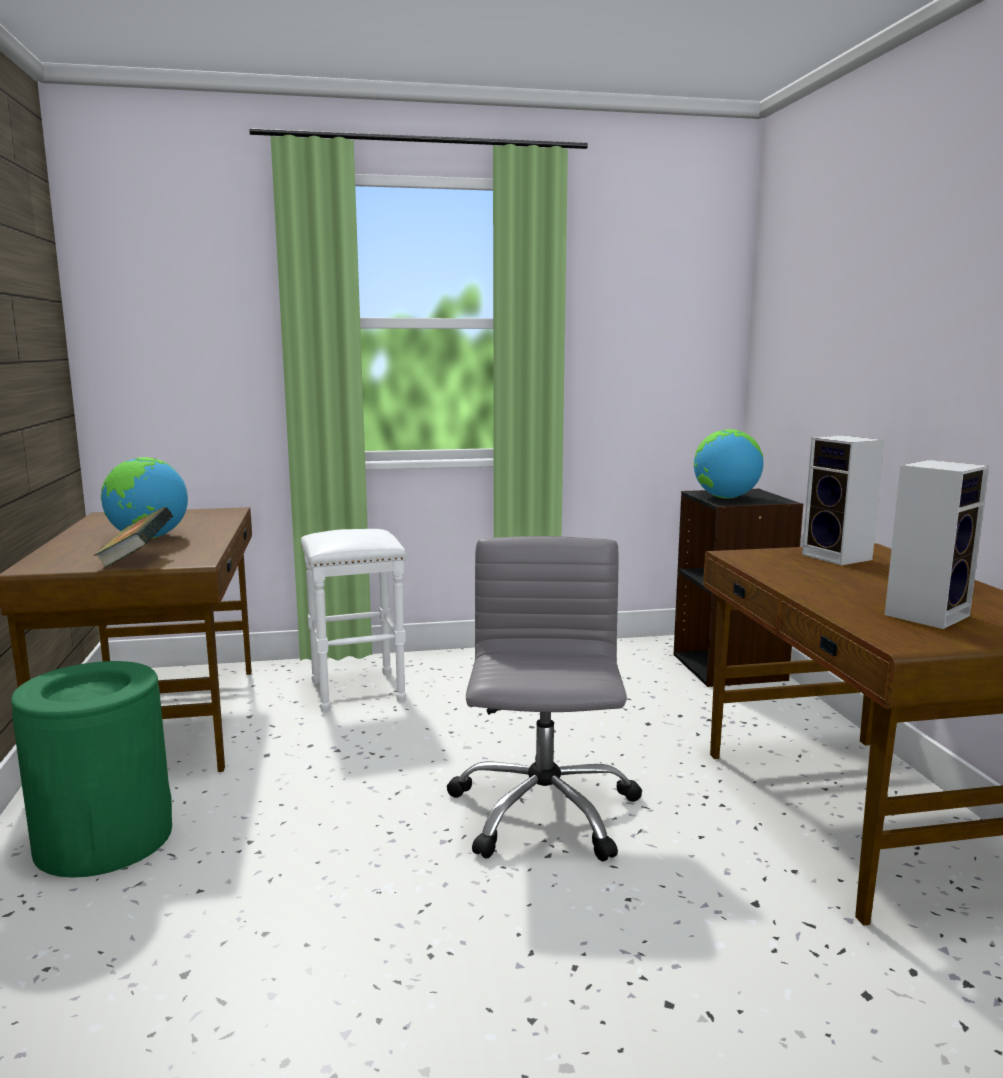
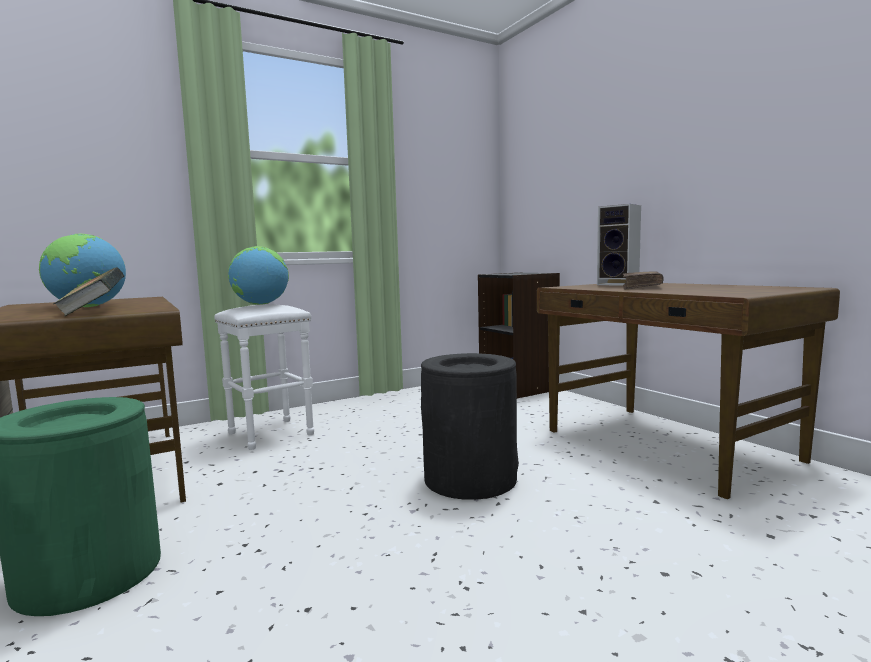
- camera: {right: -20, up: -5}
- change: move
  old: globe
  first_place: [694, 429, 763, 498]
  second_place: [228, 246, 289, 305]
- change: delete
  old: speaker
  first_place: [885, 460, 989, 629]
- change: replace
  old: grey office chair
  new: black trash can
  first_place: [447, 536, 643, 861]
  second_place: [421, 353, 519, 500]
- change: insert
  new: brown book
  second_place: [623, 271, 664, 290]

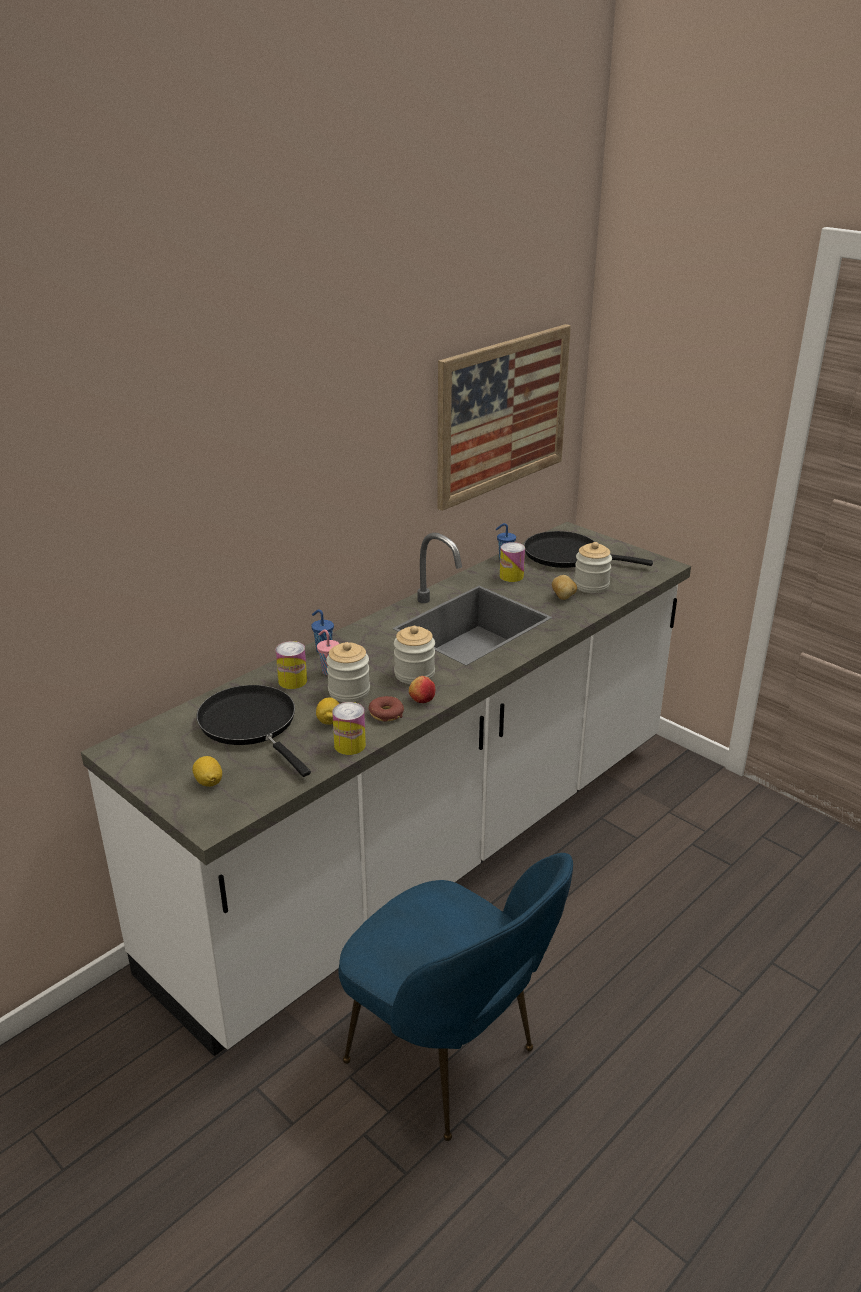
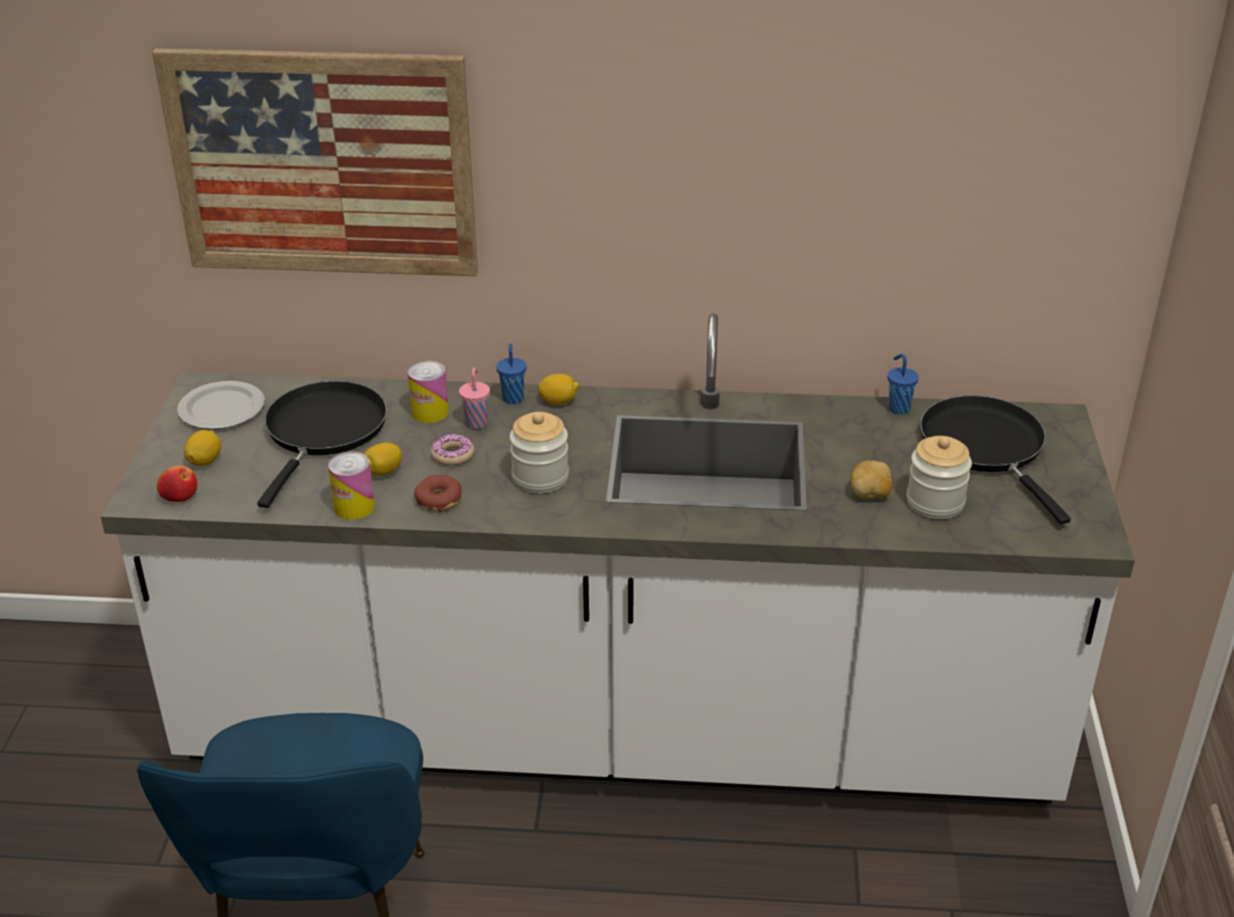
- camera: {right: 50, up: 5}
- change: move
  old: picture
  first_place: [437, 324, 571, 511]
  second_place: [152, 48, 478, 276]
- change: delete
  old: can
  first_place: [500, 542, 525, 582]
- change: replace
  old: jar
  new: donut
  first_place: [326, 642, 370, 702]
  second_place: [431, 434, 474, 466]
- change: move
  old: apple
  first_place: [409, 676, 435, 703]
  second_place: [157, 465, 197, 502]
- change: insert
  new: lemon
  second_place: [538, 374, 579, 405]
- change: insert
  new: plate
  second_place: [177, 381, 265, 430]

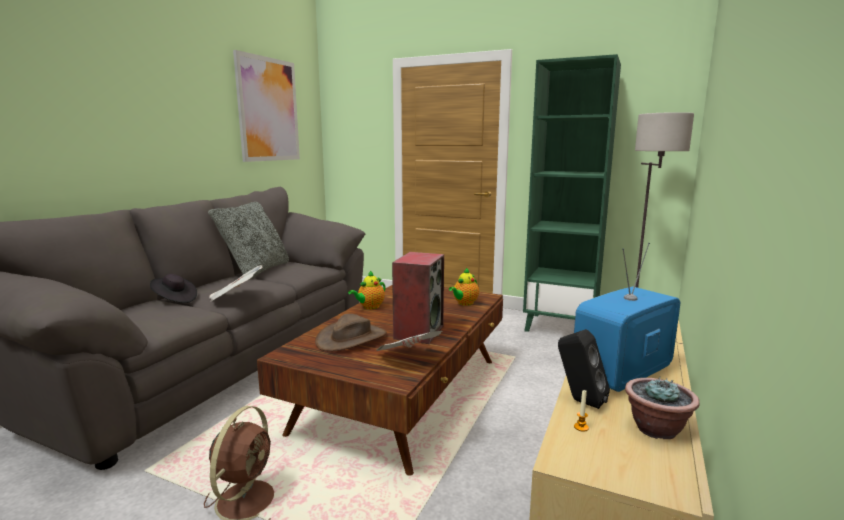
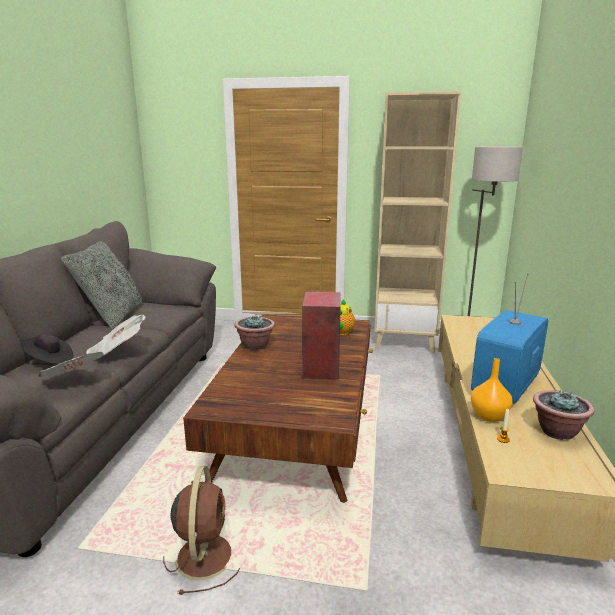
- camera: {right: -15, up: 5}
- change: delete
  old: picture
  first_place: [233, 50, 300, 162]
- change: recolor
  old: green bookcase
  new: beige bookcase
  first_place: [523, 54, 621, 332]
  second_place: [374, 91, 461, 353]
- change: replace
  old: teapot
  new: potted plant
  first_place: [348, 271, 386, 309]
  second_place: [234, 314, 275, 350]
- change: delete
  old: brown hat
  first_place: [315, 314, 387, 351]
- change: replace
  old: black speaker
  new: orange vase
  first_place: [558, 329, 610, 409]
  second_place: [471, 358, 513, 422]
- change: move
  old: newspaper
  first_place: [377, 331, 442, 351]
  second_place: [37, 352, 104, 378]

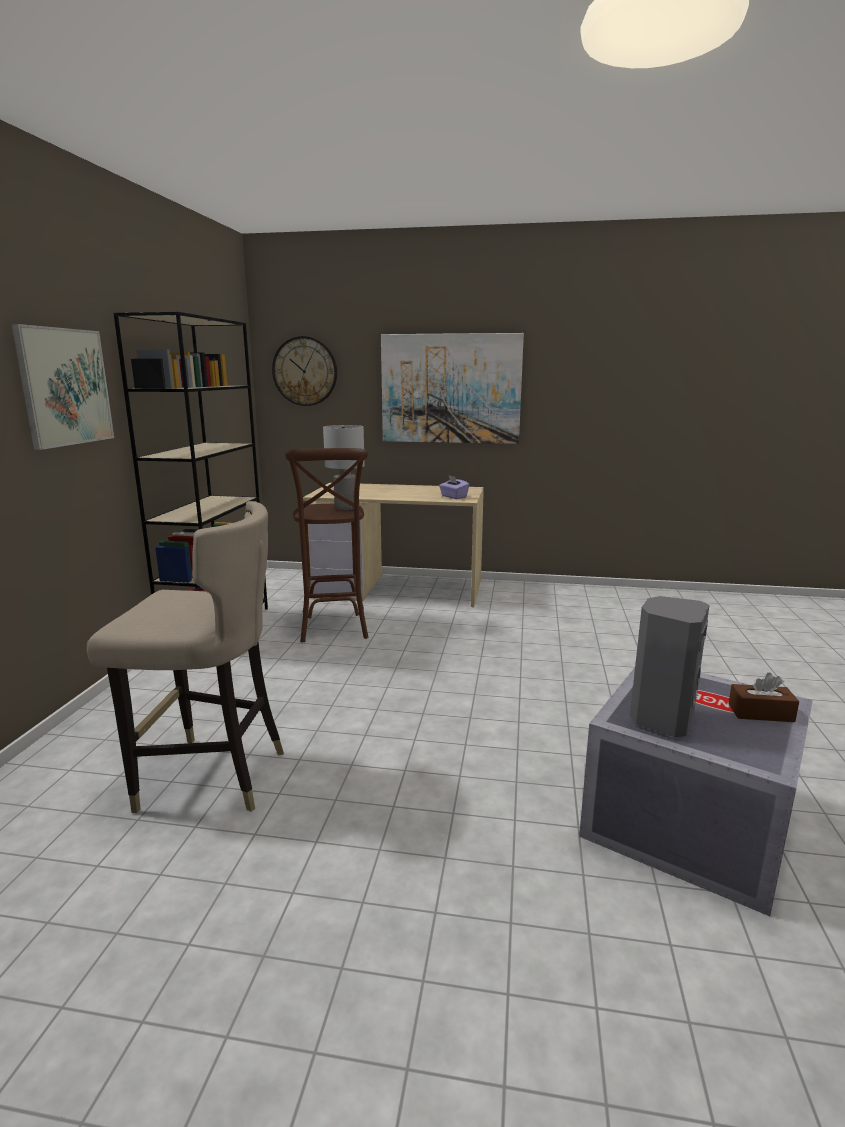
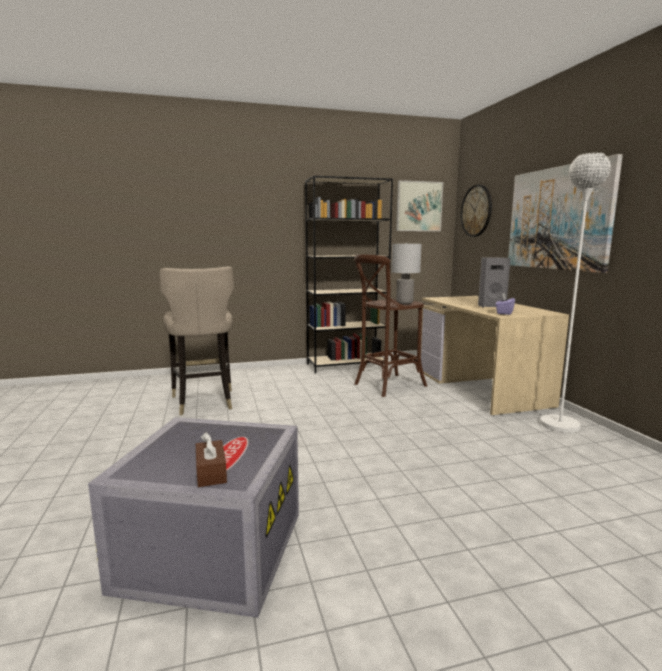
- camera: {right: 65, up: -5}
- change: move
  old: picture
  first_place: [11, 324, 114, 450]
  second_place: [396, 180, 443, 231]
- change: move
  old: grey speaker
  first_place: [630, 596, 709, 737]
  second_place: [478, 257, 511, 308]
- change: insert
  new: white floor lamp
  second_place: [540, 153, 611, 433]

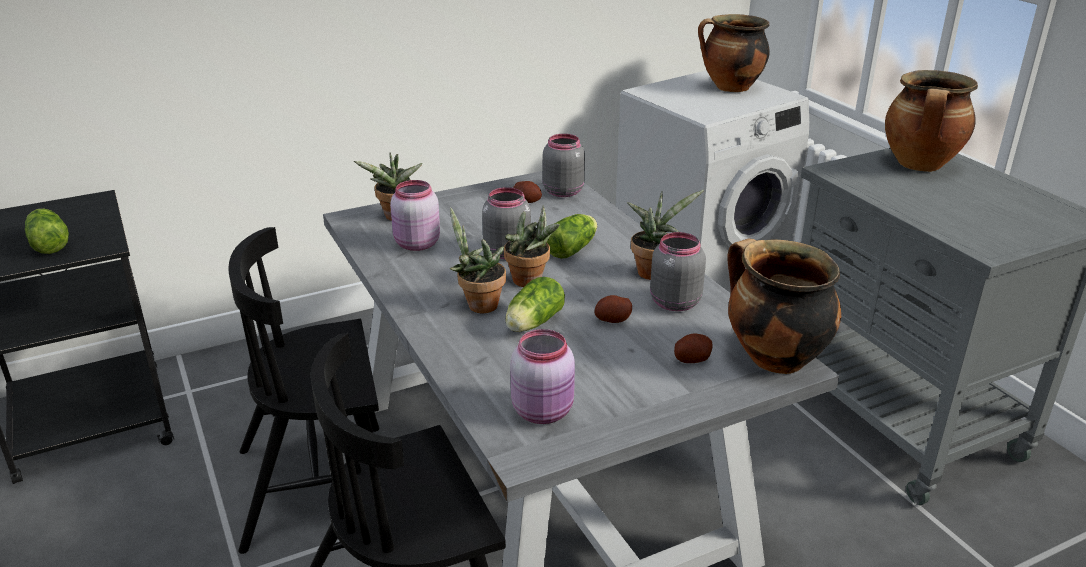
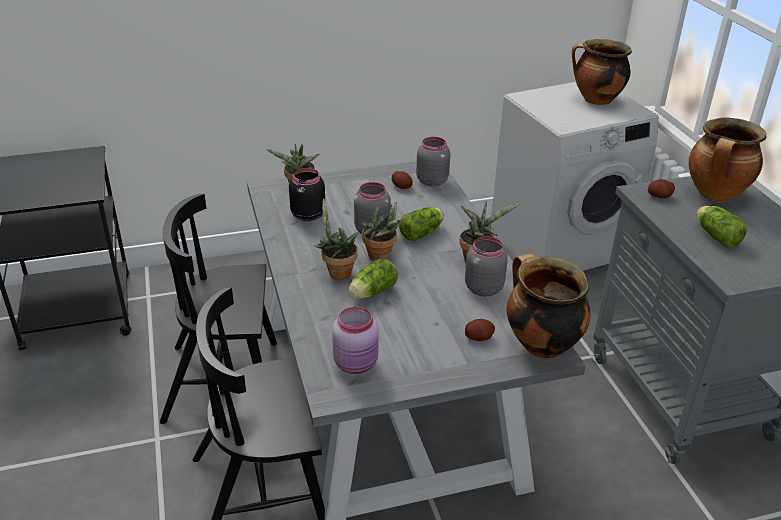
- camera: {right: 10, up: 5}
- change: recolor
  old: pink jar
  new: black jar
  first_place: [390, 180, 440, 251]
  second_place: [289, 168, 325, 221]
- change: move
  old: lettuce
  first_place: [25, 209, 69, 254]
  second_place: [696, 206, 747, 247]
- change: move
  old: potato
  first_place: [594, 295, 632, 323]
  second_place: [648, 179, 675, 198]

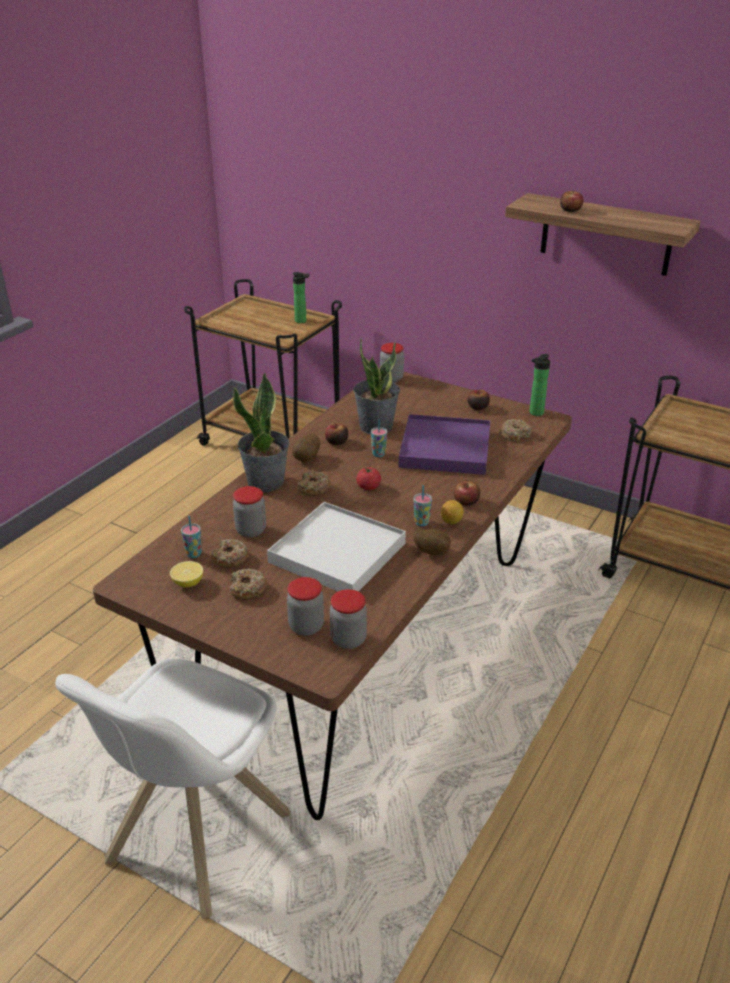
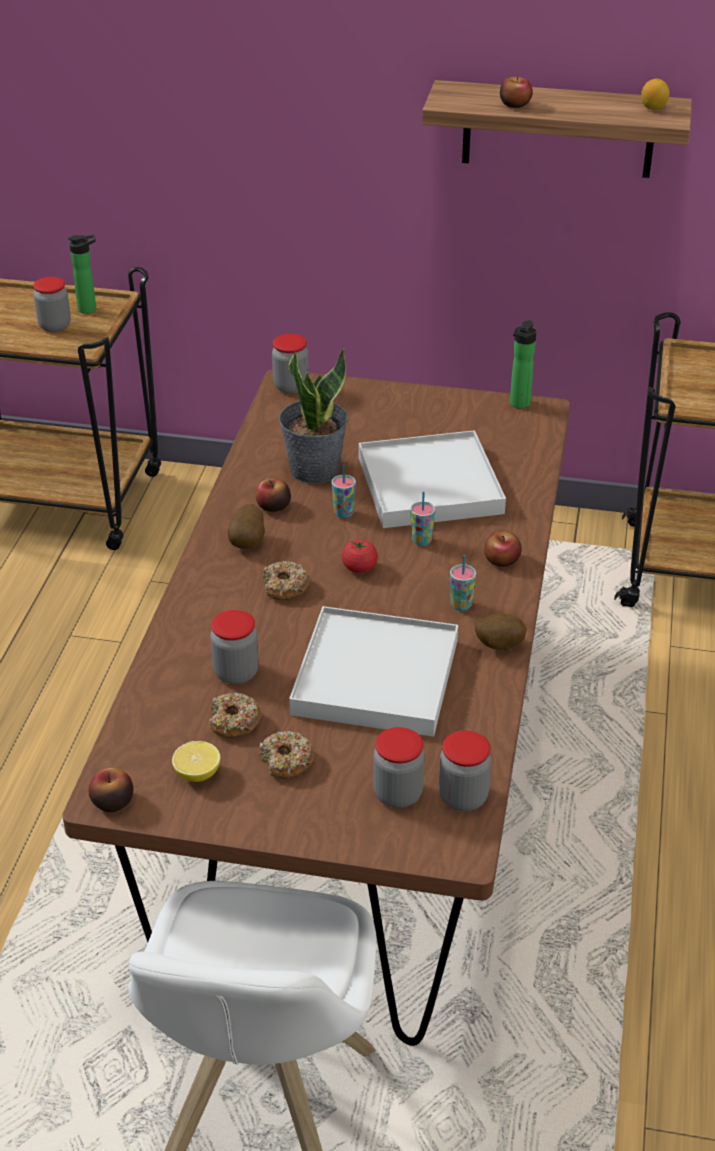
- camera: {right: -20, up: 5}
- change: delete
  old: potted plant
  first_place: [233, 372, 290, 492]
- change: move
  old: apple
  first_place: [467, 389, 490, 410]
  second_place: [89, 768, 133, 812]
- change: recolor
  old: purple tray
  new: white tray
  first_place: [398, 414, 490, 475]
  second_place: [359, 430, 506, 528]
- change: delete
  old: donut
  first_place: [501, 419, 532, 442]
- change: move
  old: lemon
  first_place: [441, 500, 464, 524]
  second_place: [641, 79, 670, 110]
- change: move
  old: cup
  first_place: [181, 516, 202, 558]
  second_place: [410, 492, 435, 546]
- change: insert
  new: jar
  second_place: [33, 277, 71, 332]

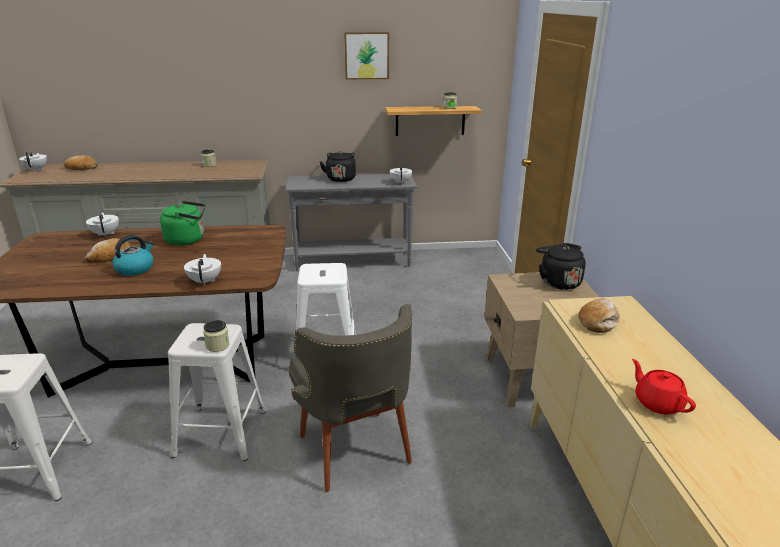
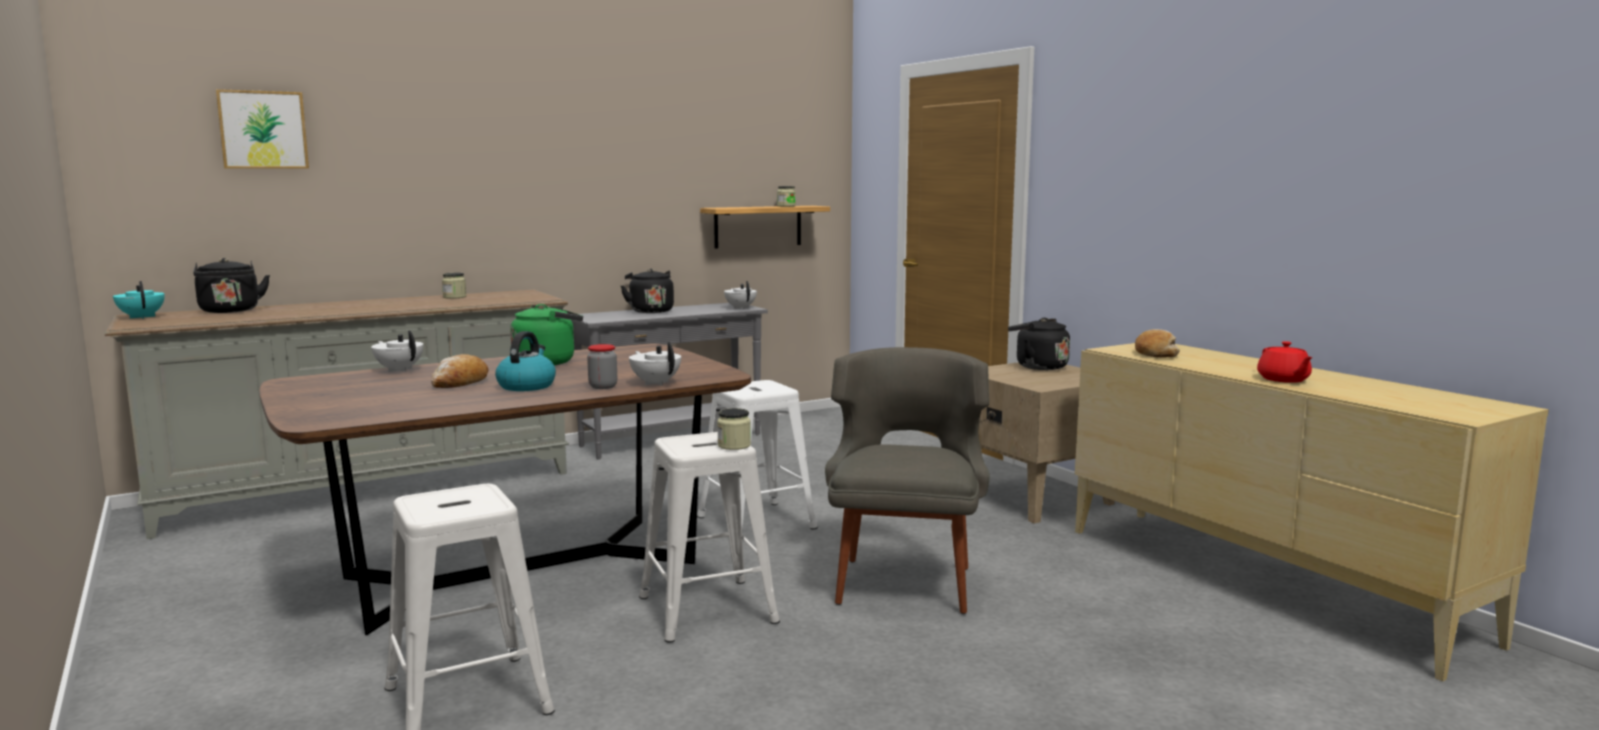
- camera: {right: -25, up: -15}
- change: move
  old: picture
  first_place: [344, 32, 389, 79]
  second_place: [216, 89, 309, 169]
- change: recolor
  old: white teapot
  new: turquoise teapot
  first_place: [19, 152, 47, 171]
  second_place: [113, 281, 165, 319]
- change: replace
  old: bread
  new: black kettle
  first_place: [64, 156, 98, 170]
  second_place: [193, 258, 270, 313]
- change: rotate
  old: grey chair
  first_place: [289, 304, 412, 492]
  second_place: [825, 347, 990, 614]
  degrees: -120
- change: rotate
  old: red teapot
  first_place: [632, 359, 696, 414]
  second_place: [1257, 341, 1313, 383]
  degrees: -135
- change: insert
  new: jar
  second_place: [587, 344, 617, 389]

